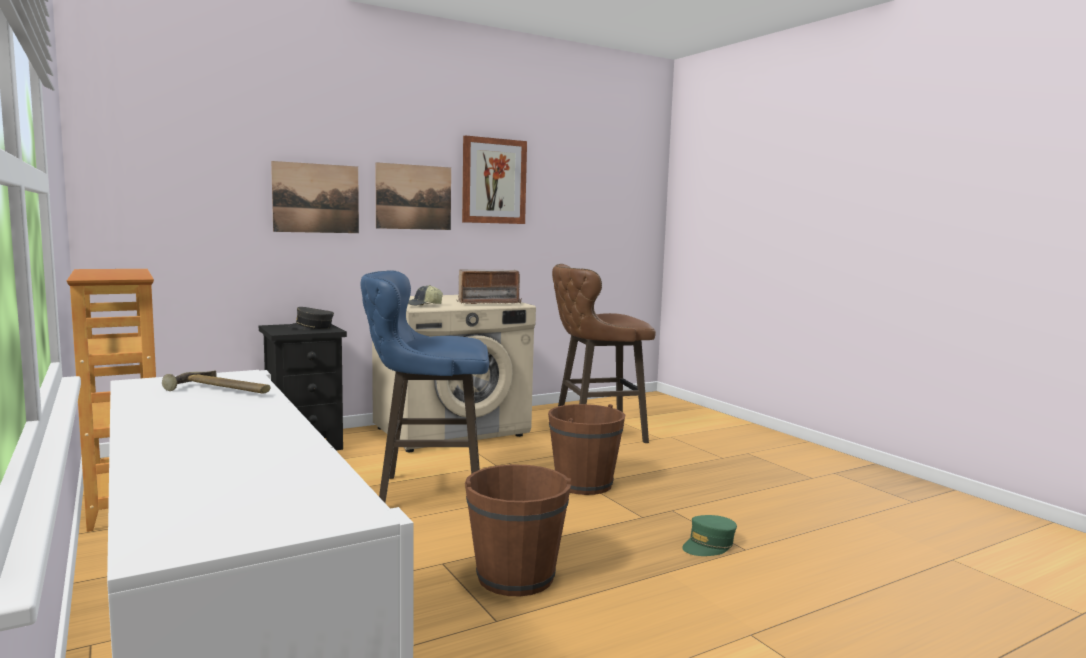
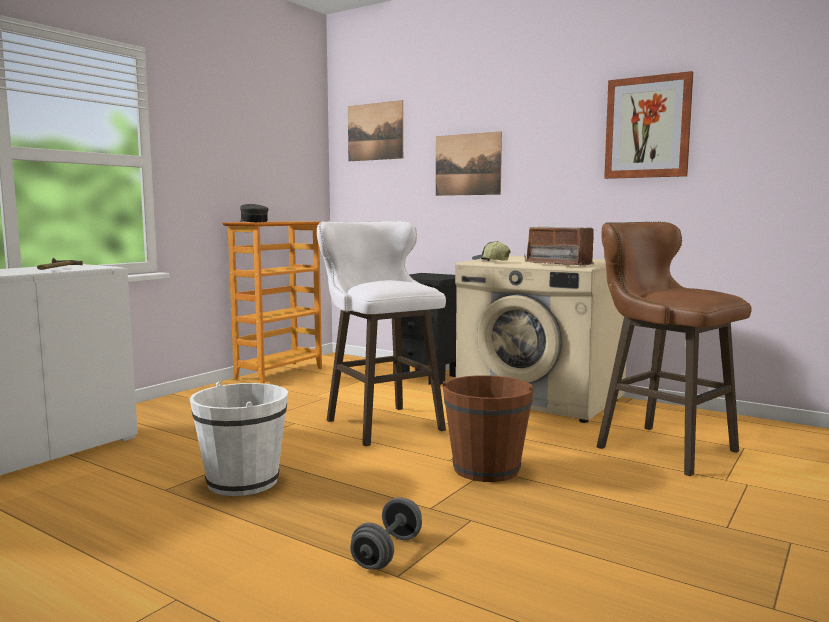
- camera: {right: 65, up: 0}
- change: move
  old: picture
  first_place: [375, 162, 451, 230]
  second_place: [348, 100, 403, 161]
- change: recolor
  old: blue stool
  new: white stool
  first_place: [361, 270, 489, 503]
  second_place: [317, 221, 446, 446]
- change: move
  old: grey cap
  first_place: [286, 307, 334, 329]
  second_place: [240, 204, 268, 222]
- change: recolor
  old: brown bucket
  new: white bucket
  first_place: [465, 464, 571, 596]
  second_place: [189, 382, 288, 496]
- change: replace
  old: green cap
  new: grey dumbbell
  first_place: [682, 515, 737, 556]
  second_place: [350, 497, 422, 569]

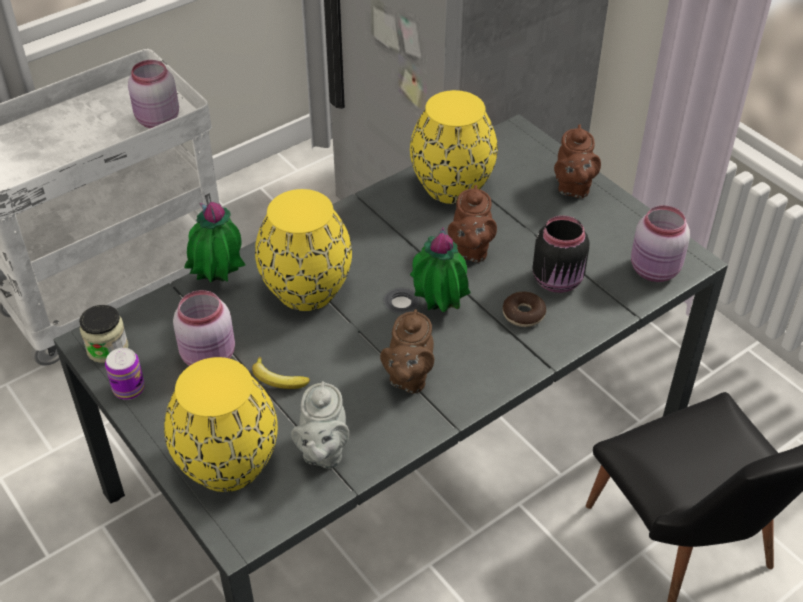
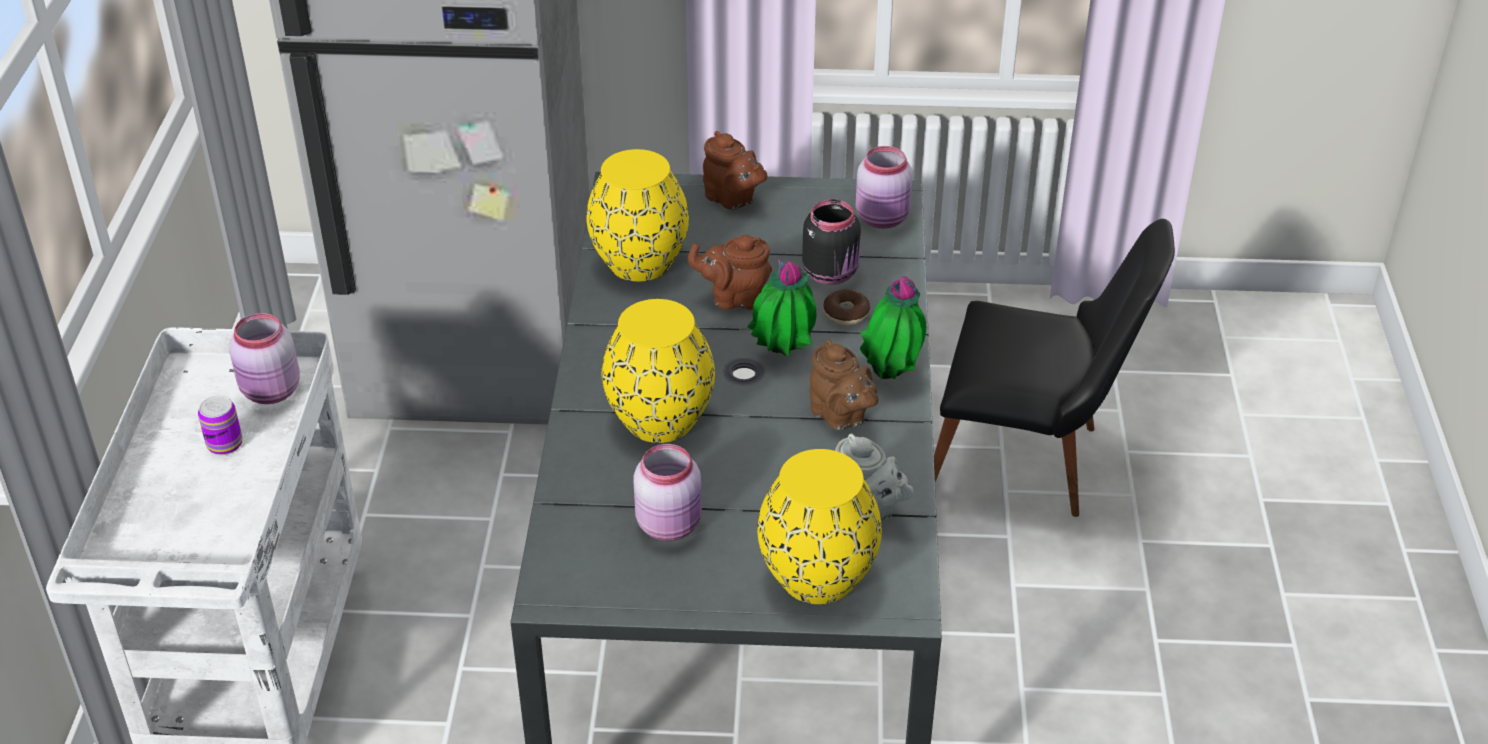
- camera: {right: -50, up: -5}
- change: rotate
  old: brown teapot
  first_place: [448, 185, 497, 262]
  second_place: [688, 235, 772, 310]
  degrees: 135
- change: move
  old: potted plant
  first_place: [184, 202, 245, 282]
  second_place: [860, 276, 926, 379]
- change: delete
  old: jar
  first_place: [79, 305, 129, 363]
- change: move
  old: can
  first_place: [105, 348, 145, 400]
  second_place: [198, 396, 242, 455]
- change: delete
  old: banana
  first_place: [252, 357, 310, 389]

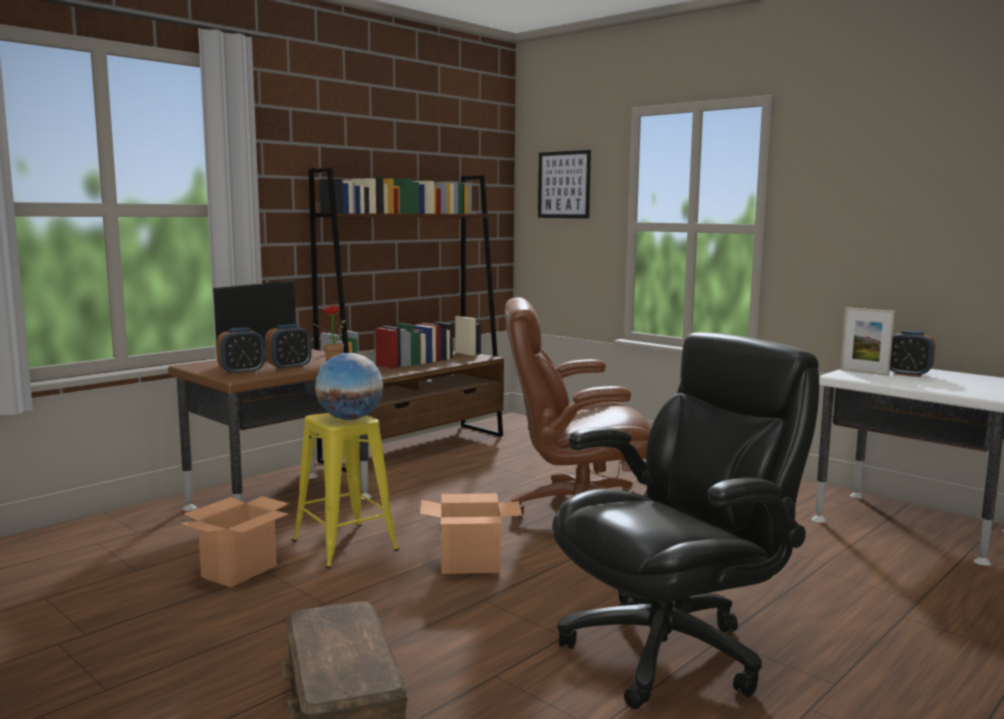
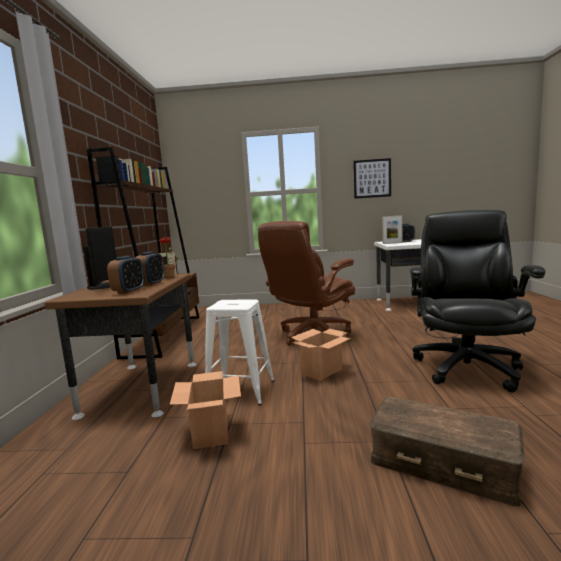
- camera: {right: -40, up: 0}
- change: move
  old: picture
  first_place: [538, 150, 591, 219]
  second_place: [353, 158, 391, 199]
- change: delete
  old: globe
  first_place: [315, 353, 383, 420]
- change: recolor
  old: yellow stool
  new: white stool
  first_place: [292, 413, 399, 568]
  second_place: [205, 299, 275, 405]

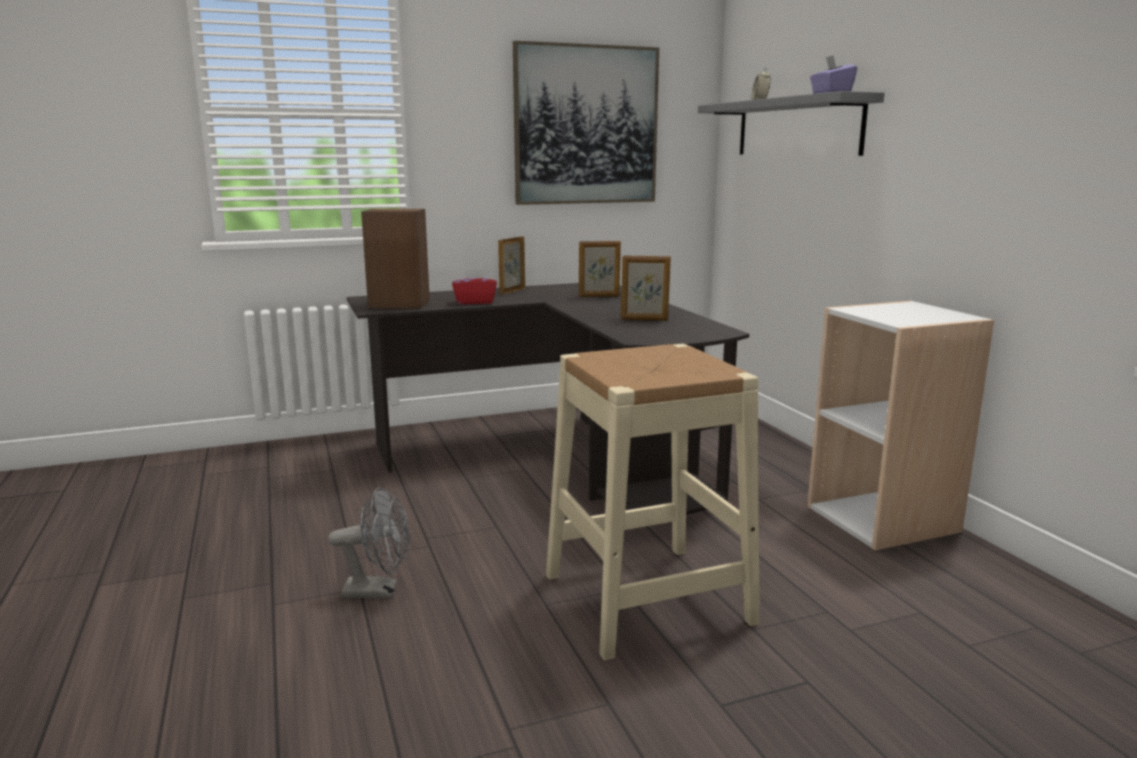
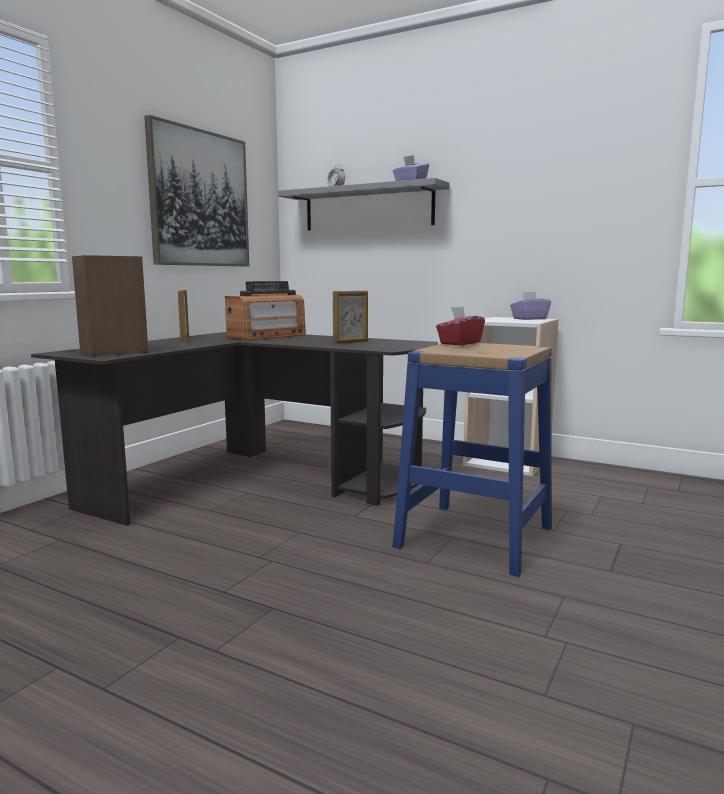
- camera: {right: -40, up: -5}
- change: replace
  old: picture frame
  new: radio
  first_place: [579, 241, 621, 297]
  second_place: [225, 281, 306, 340]
- change: move
  old: red tissue box
  first_place: [452, 268, 497, 304]
  second_place: [436, 306, 485, 345]
- change: recolor
  old: beige stool
  new: blue stool
  first_place: [546, 344, 760, 661]
  second_place: [392, 343, 552, 577]
- change: delete
  old: grey fan
  first_place: [328, 487, 409, 598]
- change: insert
  new: purple tissue box
  second_place: [510, 292, 551, 320]

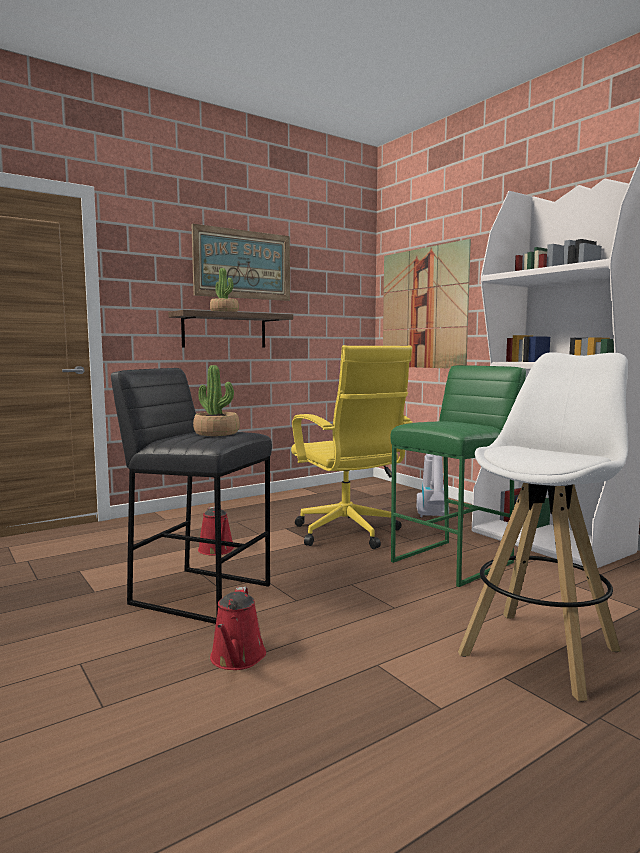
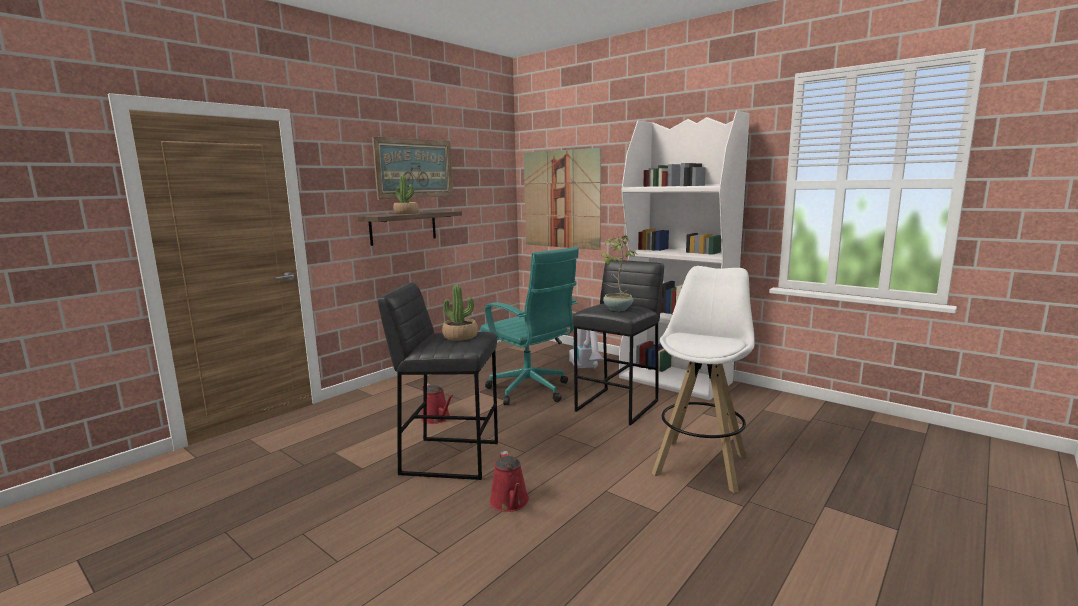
- camera: {right: -15, up: 5}
- change: recolor
  old: yellow office chair
  new: turquoise office chair
  first_place: [291, 345, 413, 549]
  second_place: [480, 246, 579, 405]
- change: recolor
  old: green stool
  new: grey stool
  first_place: [390, 365, 526, 587]
  second_place: [573, 260, 664, 425]
- change: insert
  new: potted plant
  second_place: [602, 235, 637, 311]

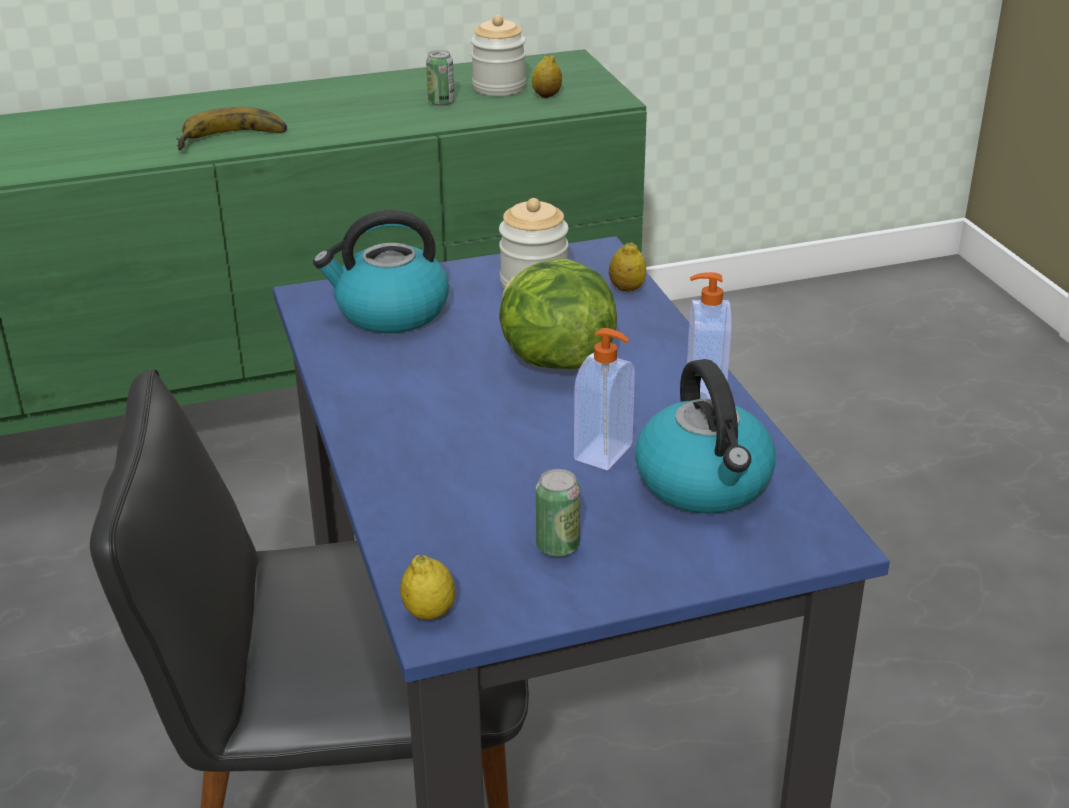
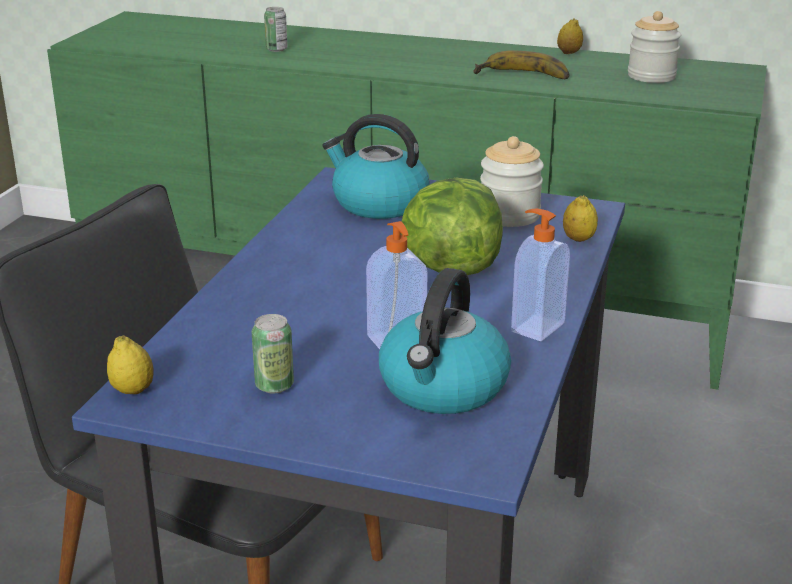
- camera: {right: 35, up: -5}
- change: move
  old: can
  first_place: [426, 50, 454, 106]
  second_place: [264, 7, 287, 52]
- change: move
  old: lemon
  first_place: [532, 54, 562, 98]
  second_place: [557, 18, 583, 54]
- change: move
  old: banana
  first_place: [176, 107, 287, 150]
  second_place: [473, 50, 570, 79]

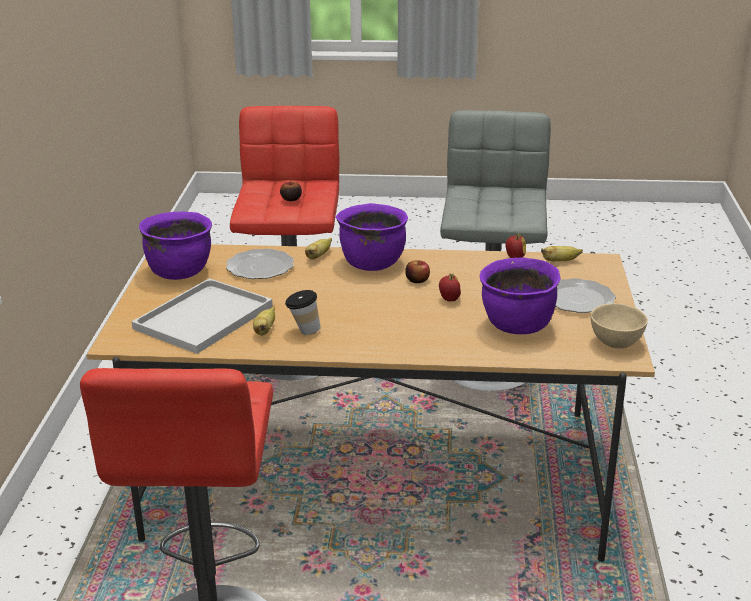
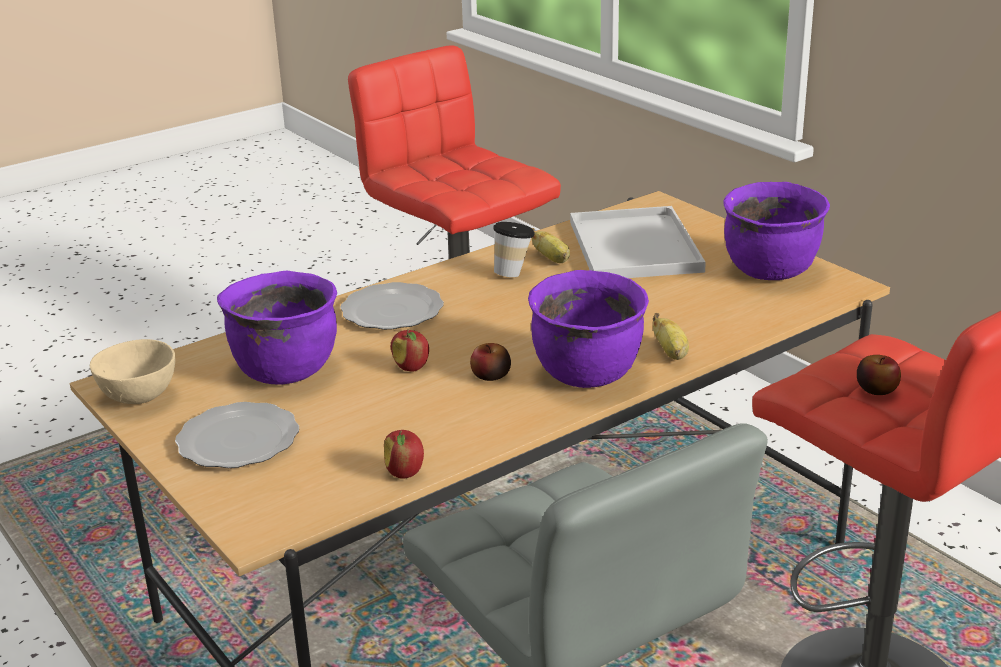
- camera: {right: 140, up: 0}
- change: delete
  old: banana
  first_place: [541, 246, 583, 262]
- change: move
  old: plate
  first_place: [226, 249, 294, 279]
  second_place: [340, 282, 444, 330]

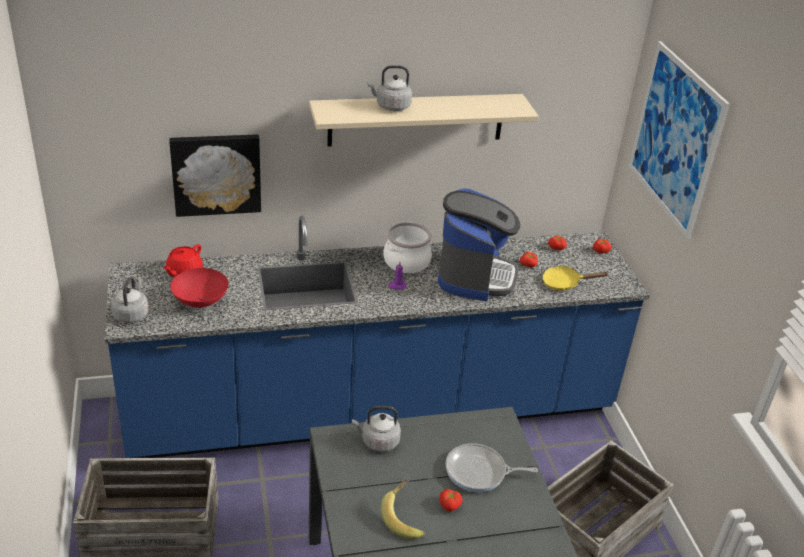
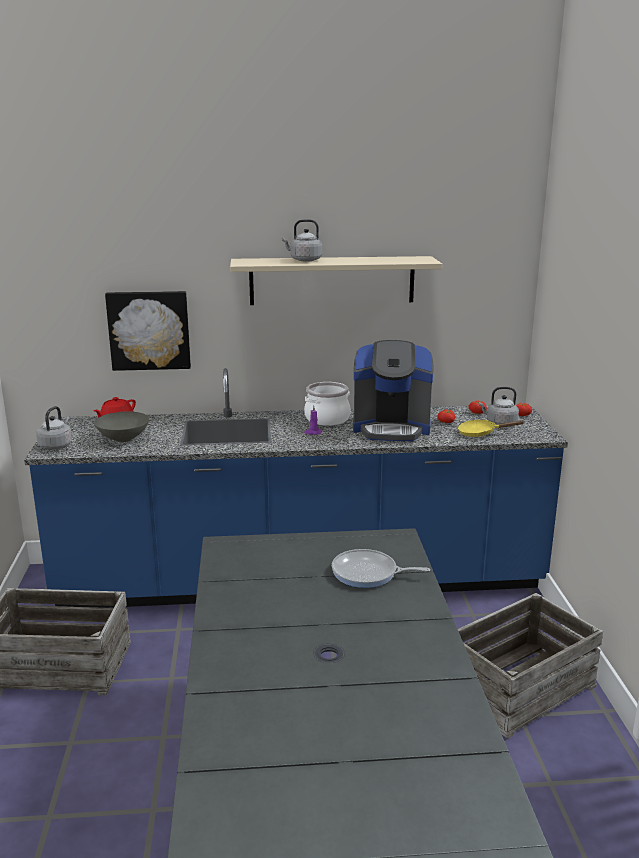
- camera: {right: 10, up: -15}
- change: delete
  old: picture
  first_place: [628, 41, 730, 239]
- change: rotate
  old: coffee machine
  first_place: [438, 189, 520, 301]
  second_place: [353, 340, 433, 441]
  degrees: 75
- change: recolor
  old: red bowl
  new: grey bowl
  first_place: [170, 268, 229, 307]
  second_place: [94, 411, 149, 442]
- change: move
  old: grey kettle
  first_place: [352, 406, 401, 452]
  second_place: [478, 387, 519, 425]
- change: delete
  old: banana
  first_place: [381, 479, 425, 539]
- change: delete
  old: tomato
  first_place: [439, 489, 462, 512]

